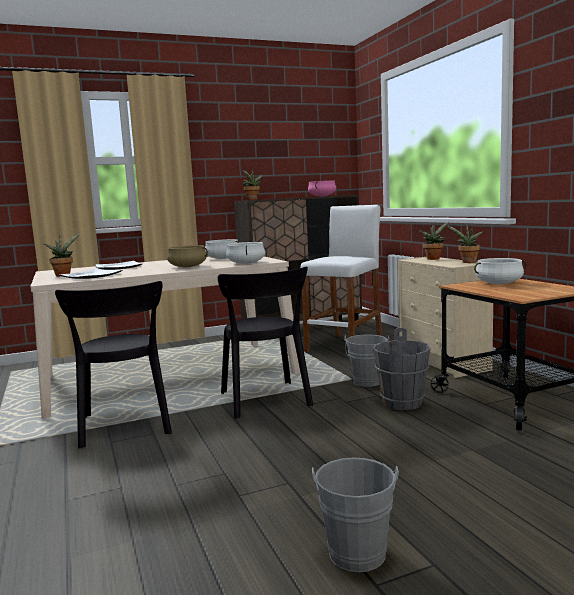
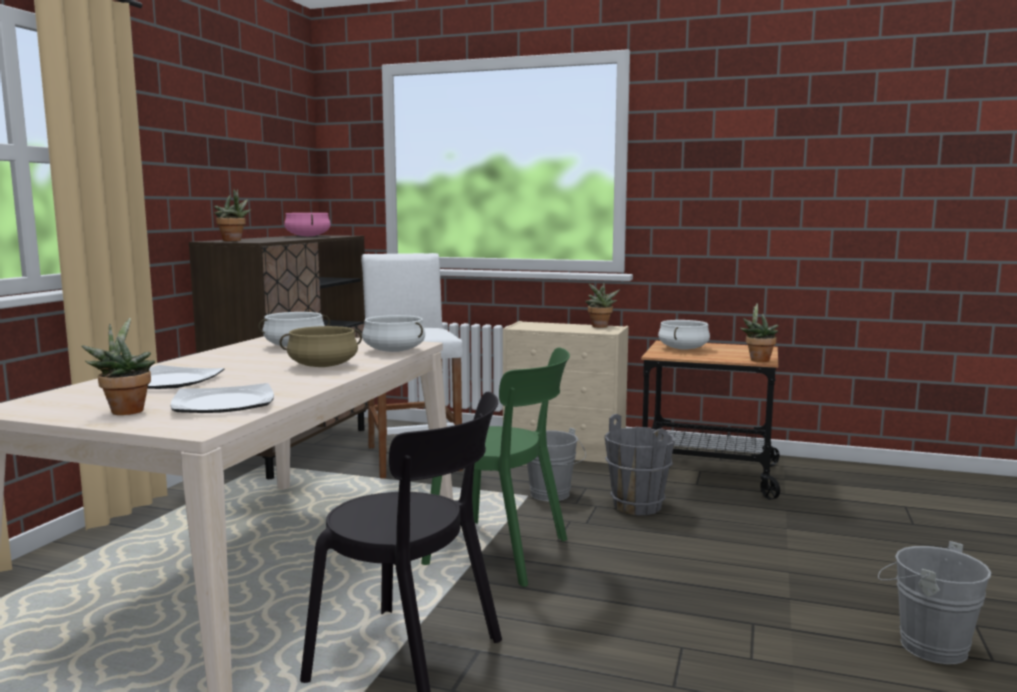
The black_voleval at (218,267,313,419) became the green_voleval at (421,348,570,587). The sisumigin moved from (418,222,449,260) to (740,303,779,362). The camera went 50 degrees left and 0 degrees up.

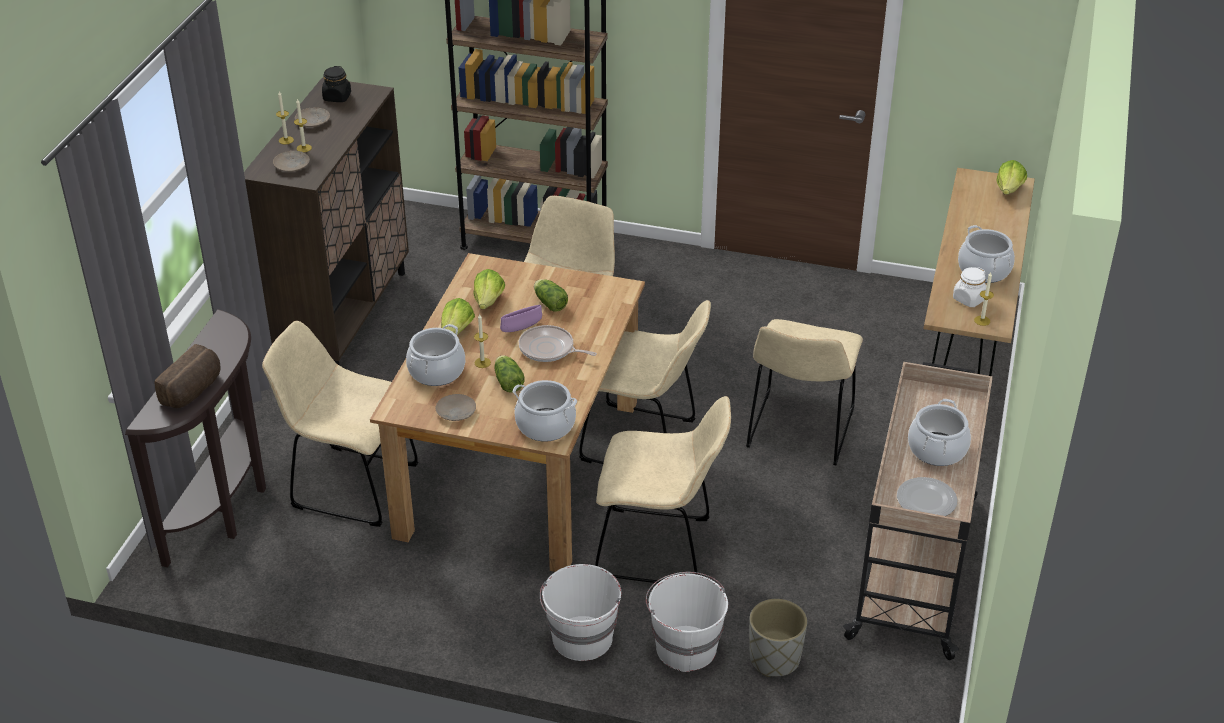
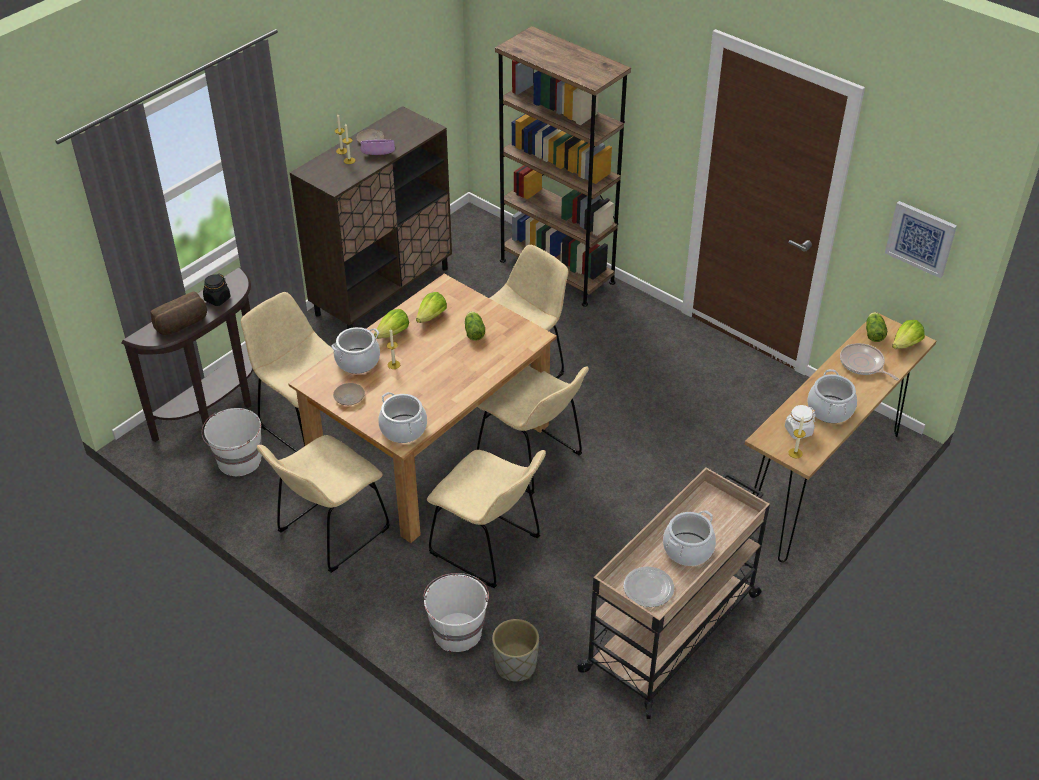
The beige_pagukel at (273,151,310,172) disappeared. The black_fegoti moved from (322,66,351,102) to (203,274,230,306). The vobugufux moved from (494,355,525,392) to (866,312,887,342). The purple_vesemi moved from (500,305,542,332) to (361,140,395,155). The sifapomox moved from (519,325,597,362) to (840,343,899,381). The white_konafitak moved from (540,564,621,661) to (201,408,262,476). The beige_voleval moved from (746,319,863,465) to (257,435,390,573). The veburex at (885,201,957,278) appeared. The camera went 25 degrees right and 5 degrees up.

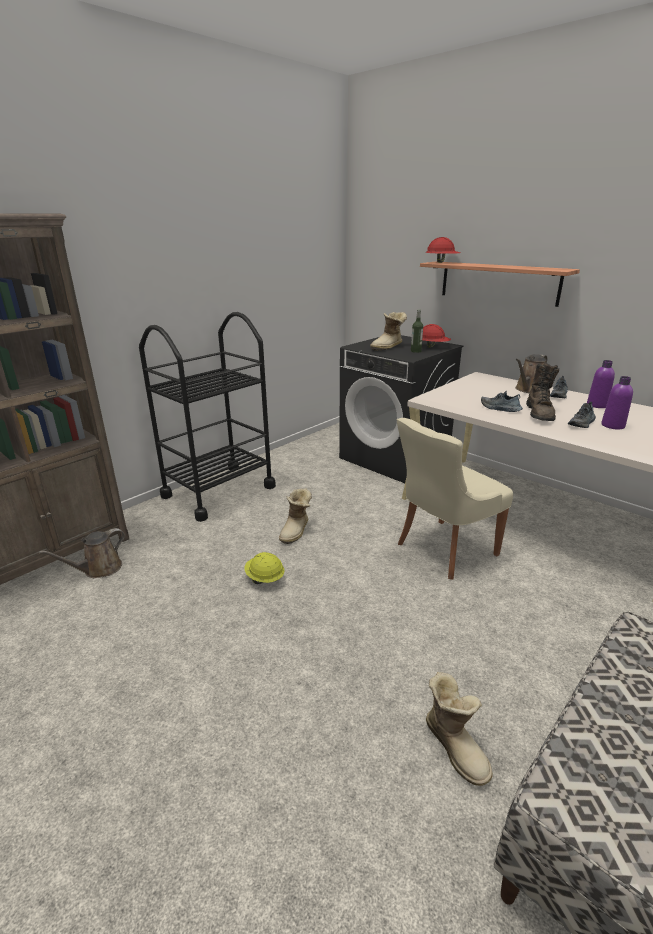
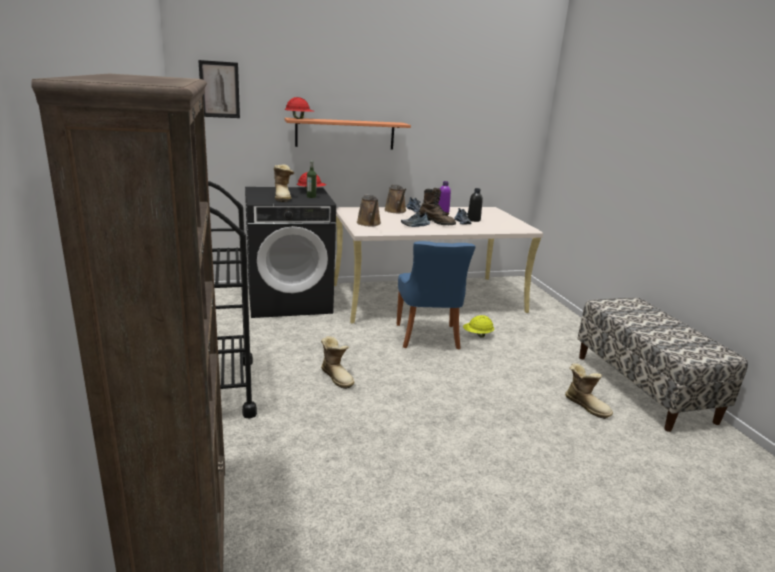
The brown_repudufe moved from (39,528,125,578) to (357,194,381,226). The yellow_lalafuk moved from (244,552,285,584) to (463,315,494,338). The beige_voleval at (397,418,513,580) became the blue_voleval at (397,241,476,349). The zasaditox at (426,672,493,786) turned 45 degrees clockwise. The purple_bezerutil at (601,376,633,429) became the black_bezerutil at (467,188,483,222). The veburex at (198,60,240,118) appeared. The camera went 60 degrees left and 5 degrees down.

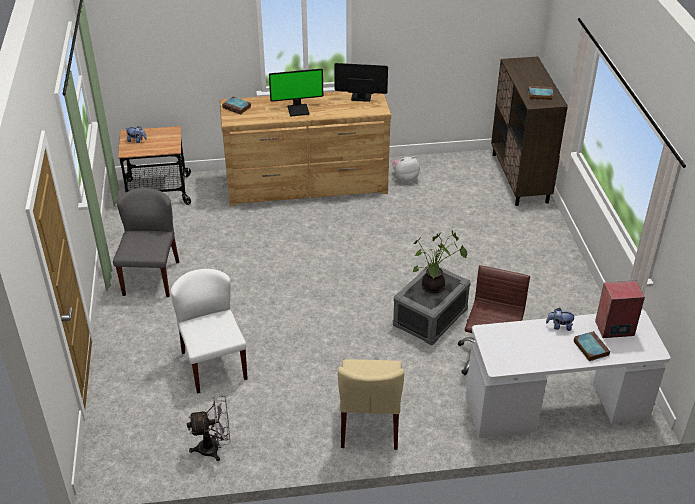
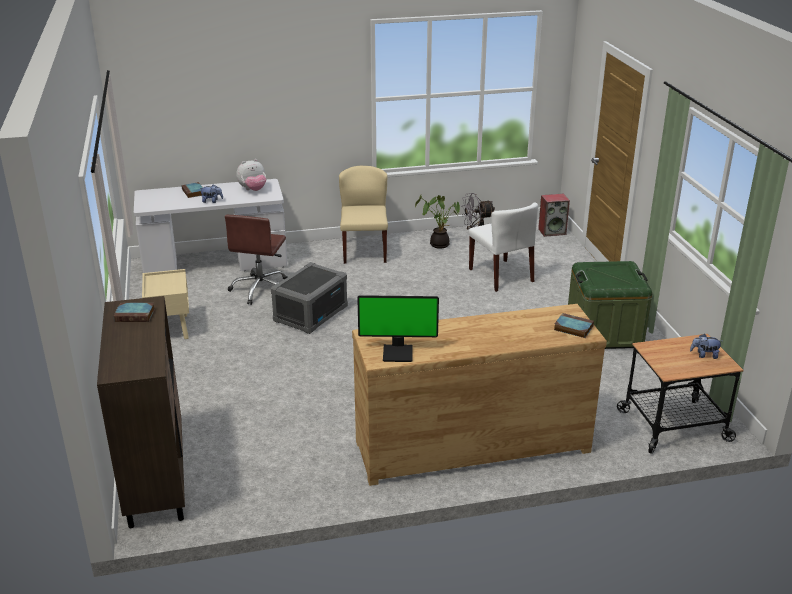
The grey_voleval at (113,188,179,297) was replaced by the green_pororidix at (568,261,652,349). The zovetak at (269,69,323,117) disappeared. The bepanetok moved from (392,156,420,183) to (236,159,266,191). The sisumigin moved from (412,231,467,293) to (415,194,460,249). The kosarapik moved from (595,280,645,338) to (538,193,570,237). The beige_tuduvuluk at (142,269,189,339) appeared. The camera went 175 degrees right and 10 degrees down.

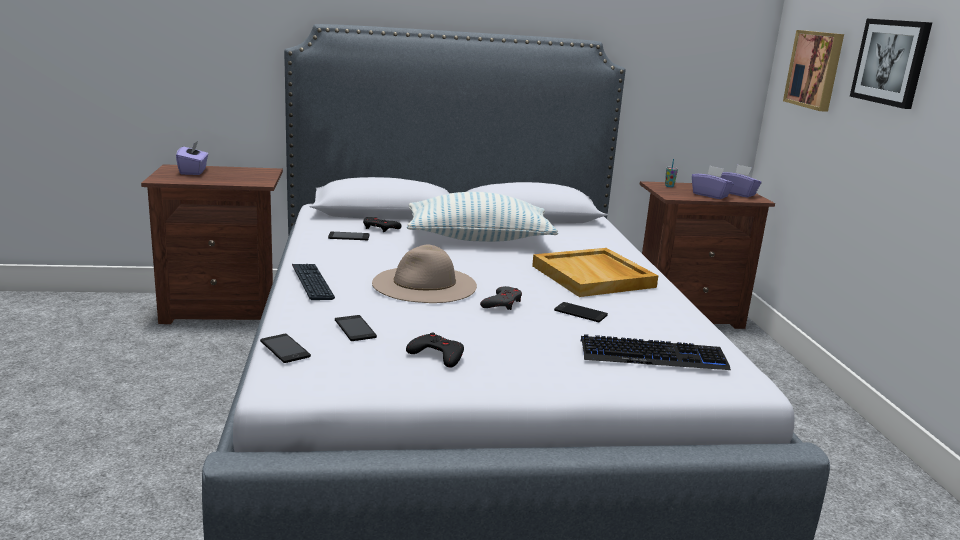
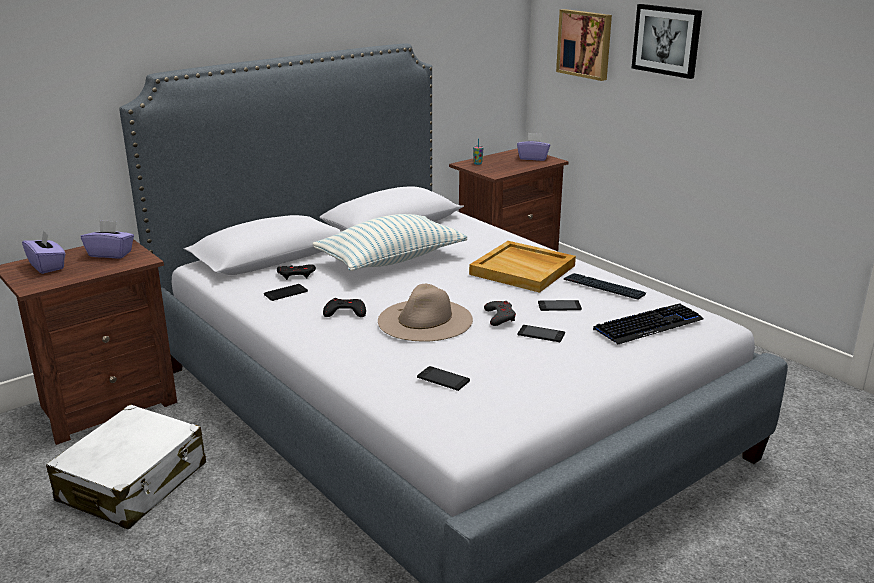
The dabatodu moved from (260,334,311,363) to (518,325,565,342). The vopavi moved from (292,264,335,300) to (564,273,646,300). The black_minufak moved from (406,332,464,368) to (323,298,366,317). The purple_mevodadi moved from (692,166,734,199) to (81,220,134,258). The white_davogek at (46,405,206,529) appeared. The camera went 30 degrees left and 5 degrees up.

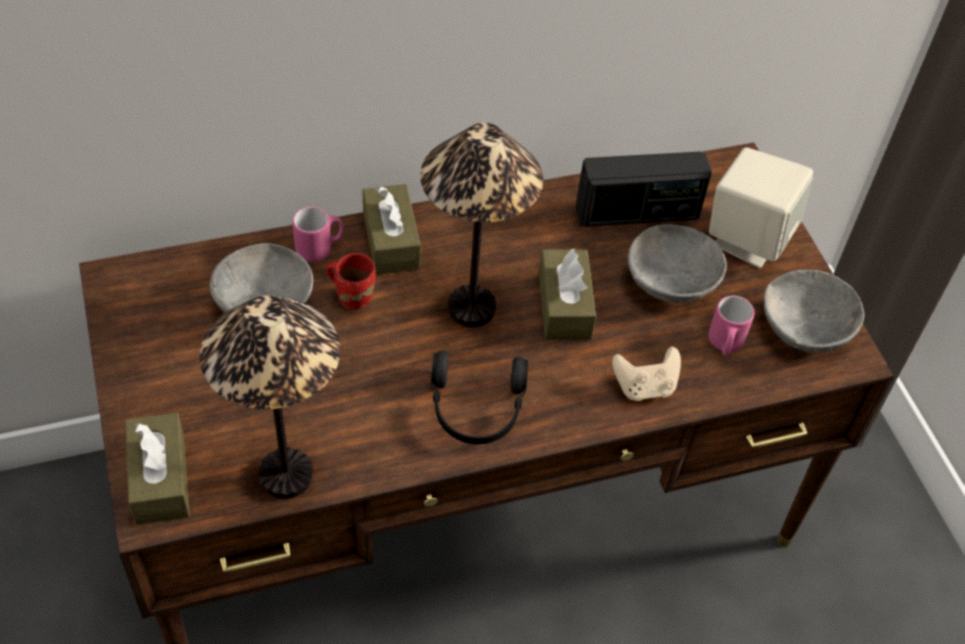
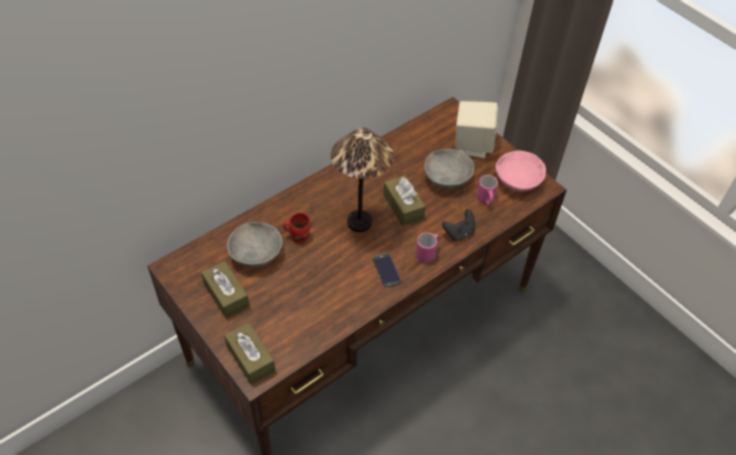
The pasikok at (200,296,340,499) disappeared. The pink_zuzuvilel moved from (292,207,344,262) to (415,233,440,263). The brown_mevodadi moved from (362,184,421,275) to (201,261,250,319). The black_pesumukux at (431,351,528,444) was replaced by the dabatodu at (373,253,401,288). The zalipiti at (576,152,712,227) disappeared. The beige_minufak at (612,346,681,401) became the black_minufak at (442,209,475,241). The grey_vesemi at (764,270,865,352) became the pink_vesemi at (496,151,546,191). The camera went 20 degrees left and 0 degrees up.

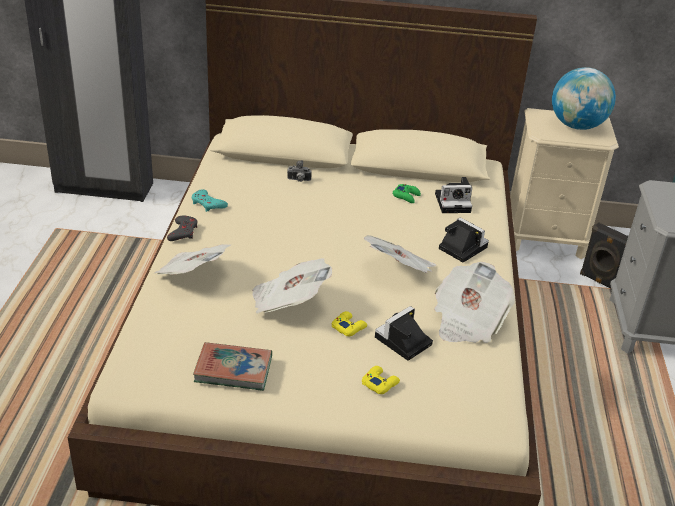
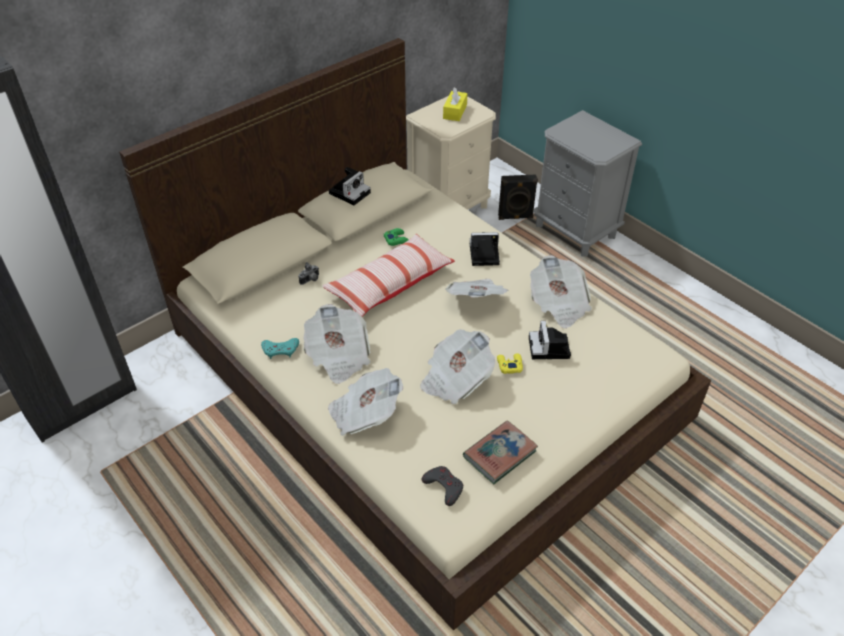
The grey_minufak moved from (167,215,198,241) to (421,466,463,506). The yellow_minufak at (362,366,400,394) disappeared. The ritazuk moved from (435,177,472,213) to (329,167,371,206). The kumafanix at (552,67,616,130) was replaced by the yellow_mevodadi at (443,87,467,121). The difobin at (303,304,371,384) appeared. The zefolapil at (322,234,455,317) appeared. The camera went 45 degrees left and 10 degrees up.

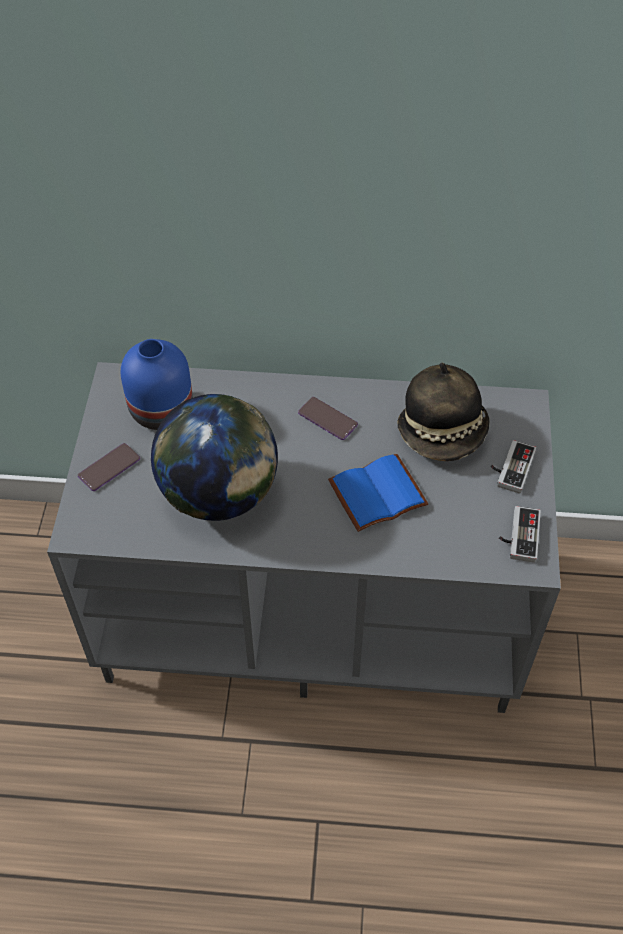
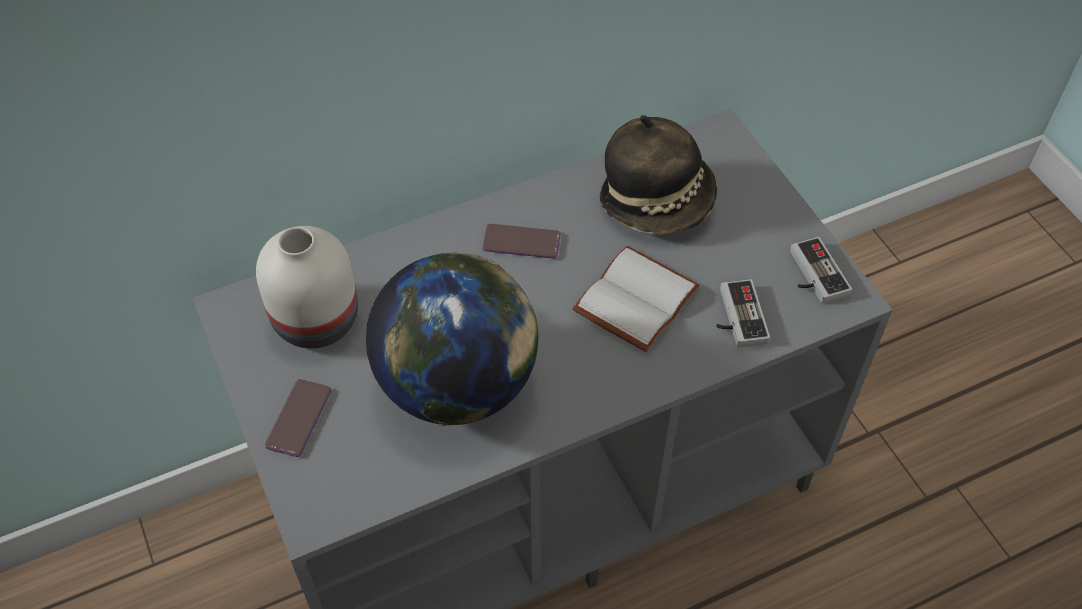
The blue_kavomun at (121,339,193,430) became the white_kavomun at (256,226,358,349). The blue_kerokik at (328,454,428,532) became the white_kerokik at (572,246,700,352). The minufak moved from (491,440,536,494) to (716,279,770,347). The camera went 30 degrees left and 0 degrees up.

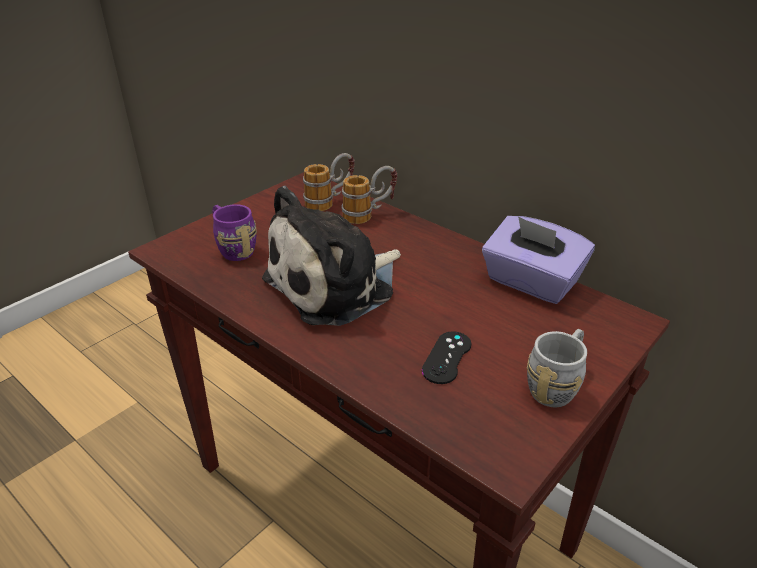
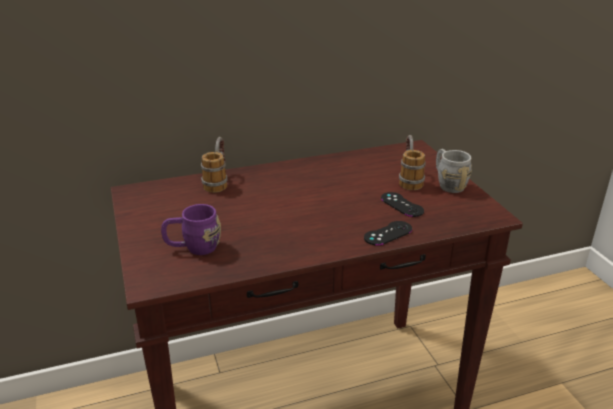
The bepanetok at (262,186,401,326) disappeared. The zuzuvilel moved from (303,153,355,211) to (399,135,426,190). The purple_mevodadi at (482,216,595,304) disappeared. The black_minufak at (364,221,412,246) appeared. The camera went 60 degrees left and 5 degrees down.

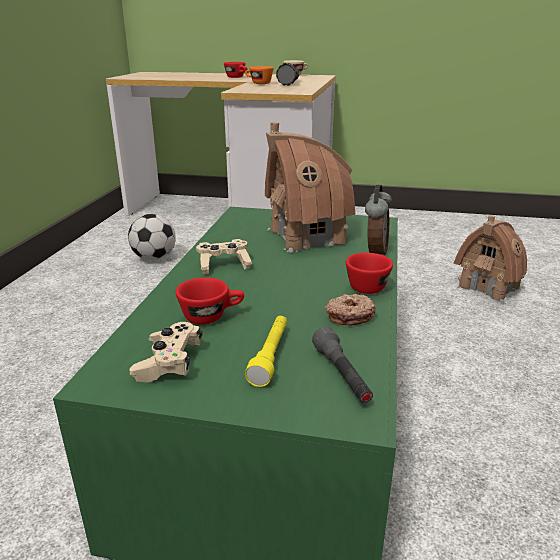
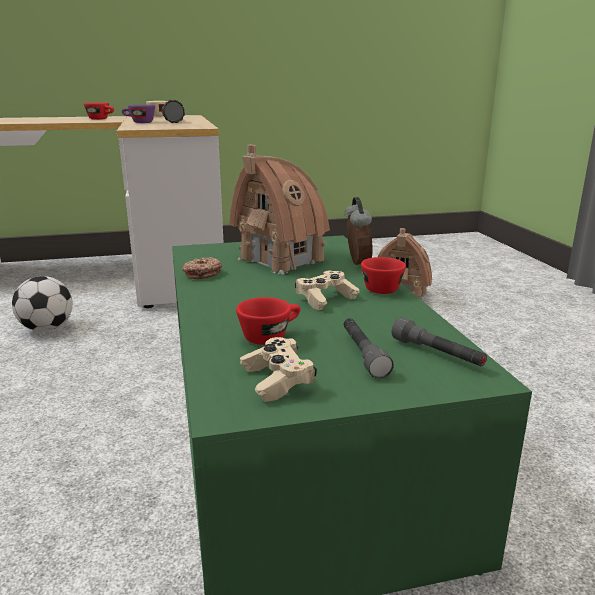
The beige_minufak moved from (196,239,252,274) to (295,270,360,310). The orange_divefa at (245,66,274,84) became the purple_divefa at (122,105,155,123). The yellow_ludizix at (245,316,287,387) became the grey_ludizix at (343,318,394,378). The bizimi moved from (325,294,376,326) to (182,257,222,279). The camera went 25 degrees left and 5 degrees down.

